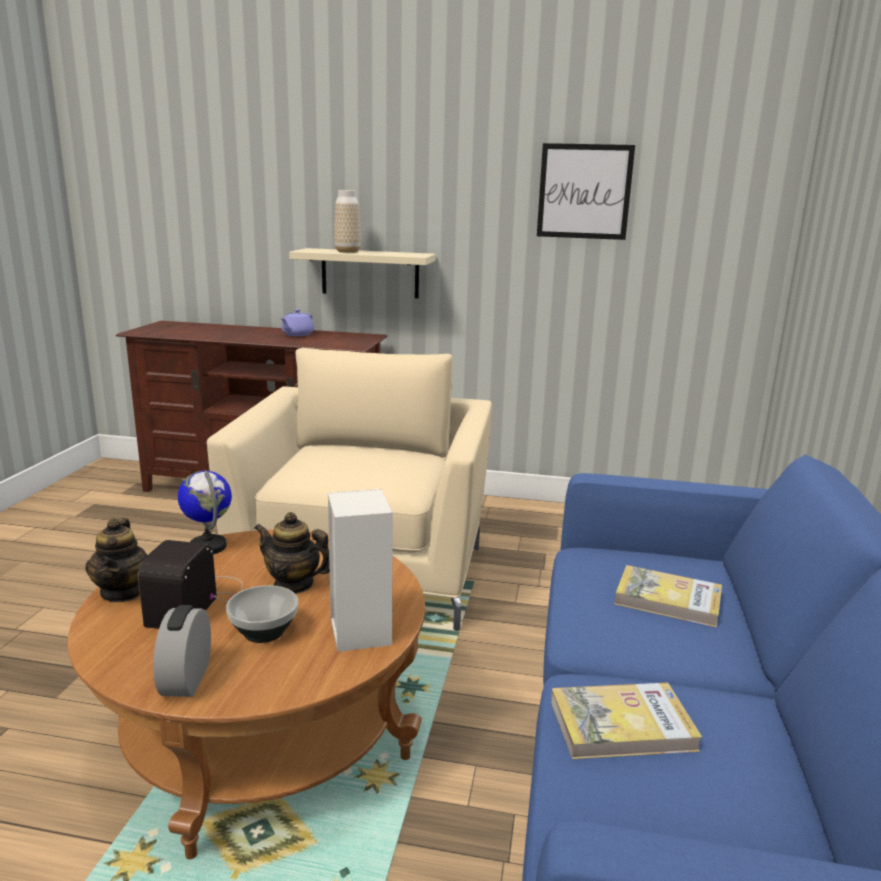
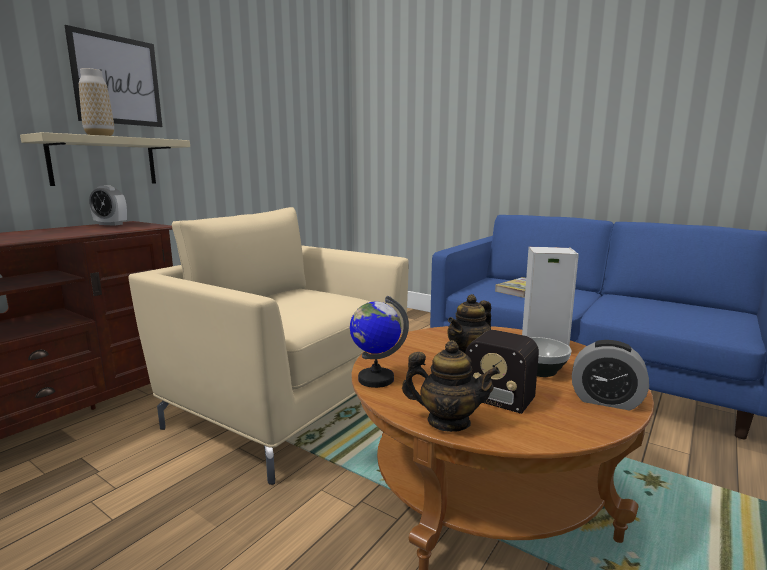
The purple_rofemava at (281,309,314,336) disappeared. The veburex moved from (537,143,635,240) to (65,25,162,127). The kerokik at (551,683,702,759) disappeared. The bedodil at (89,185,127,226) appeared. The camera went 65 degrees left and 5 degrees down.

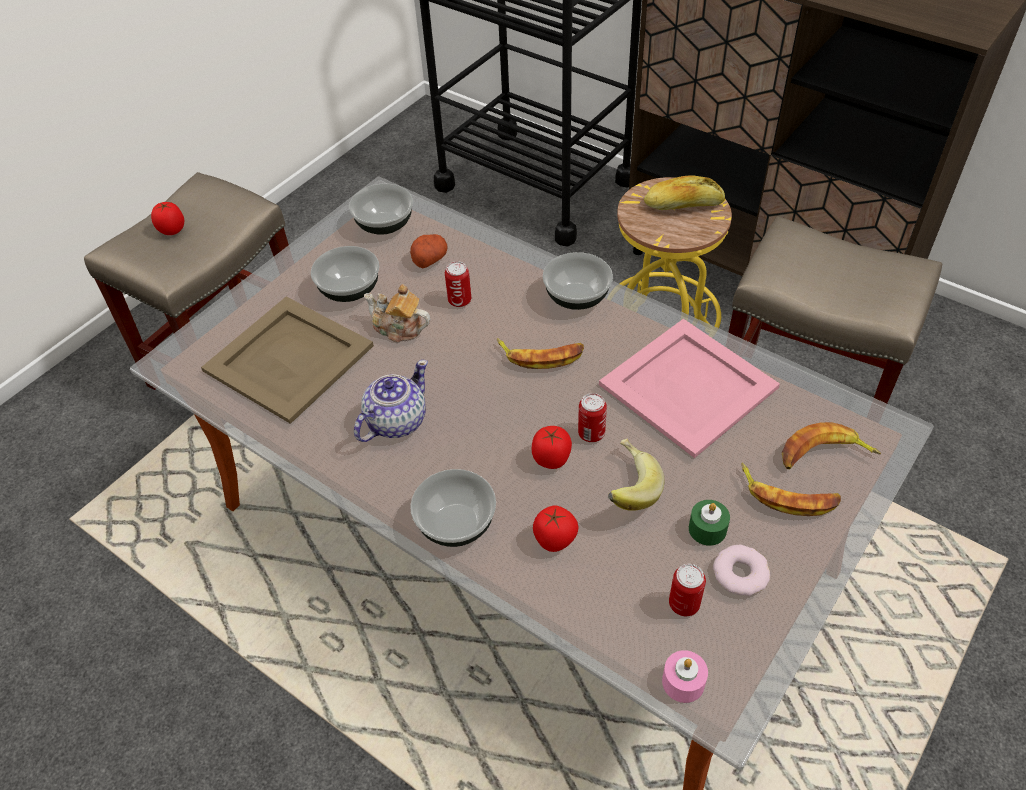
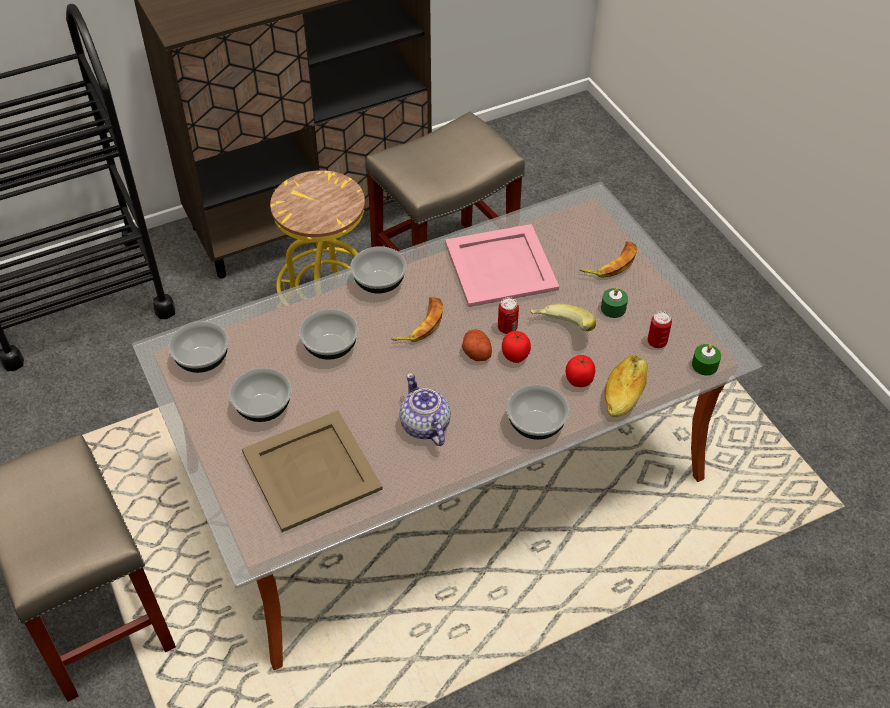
The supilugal at (151,202,184,235) disappeared. The rofemava at (364,284,430,343) disappeared. The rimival moved from (410,234,448,268) to (462,329,492,361). The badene at (445,261,471,307) was replaced by the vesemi at (299,309,358,360). The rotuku moved from (644,175,725,210) to (604,356,648,417). The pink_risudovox at (662,650,708,703) became the green_risudovox at (692,344,721,375). The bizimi at (713,545,770,596) disappeared. The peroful at (782,422,881,469) disappeared. The camera went 65 degrees left and 0 degrees up.

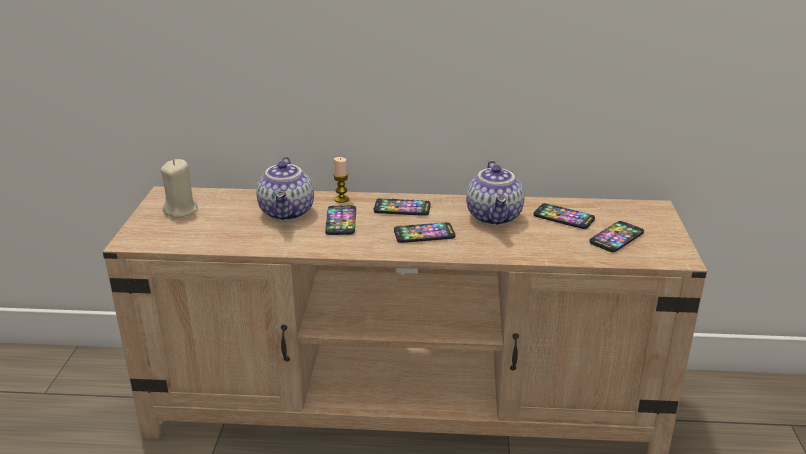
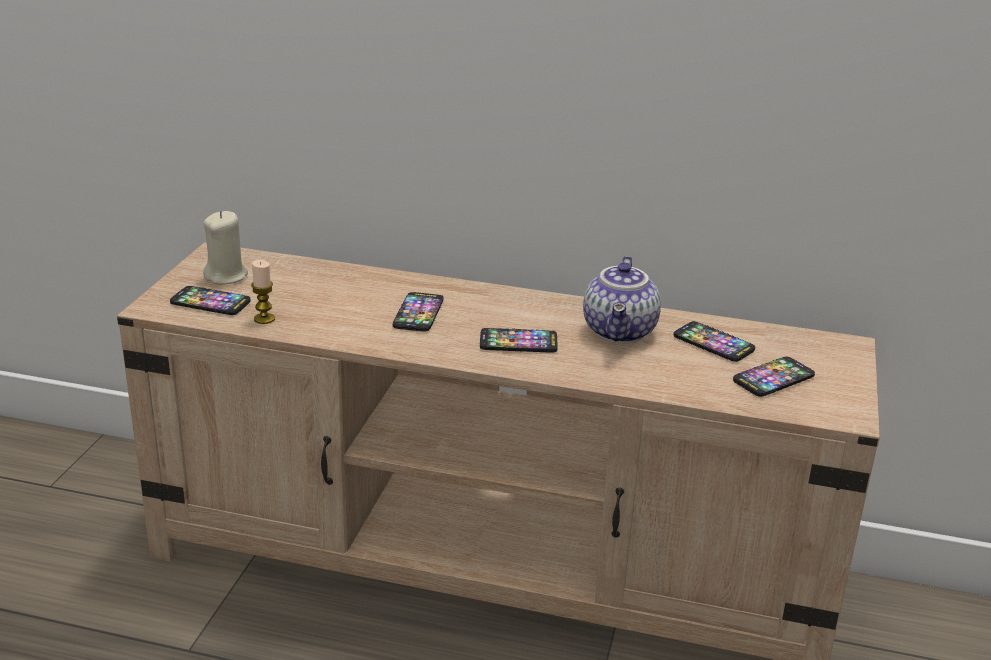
The rofemava at (256,157,314,221) disappeared. The risudovox moved from (333,157,349,203) to (251,260,275,324). The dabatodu moved from (374,198,431,216) to (170,286,251,315). The camera went 10 degrees right and 0 degrees up.

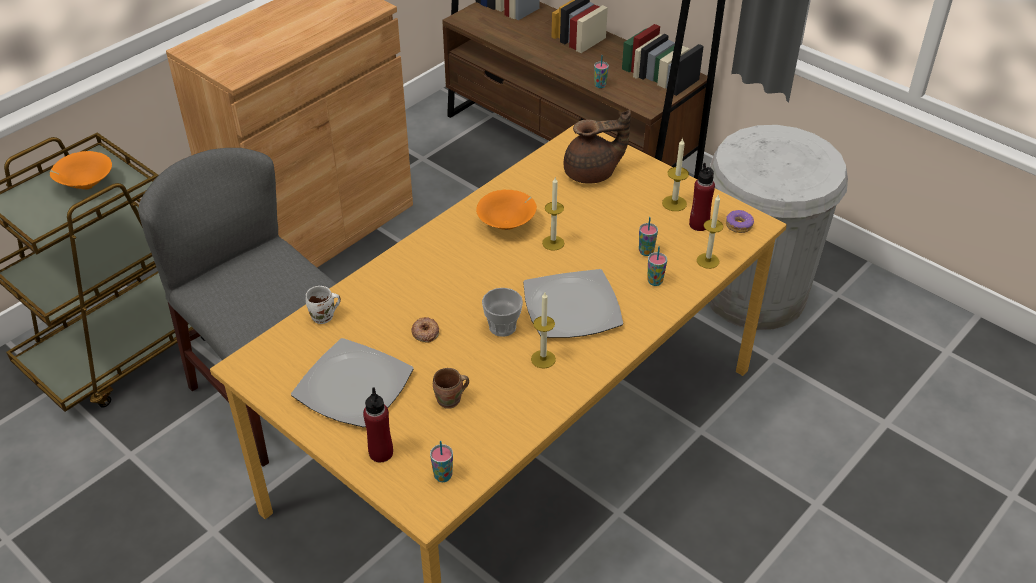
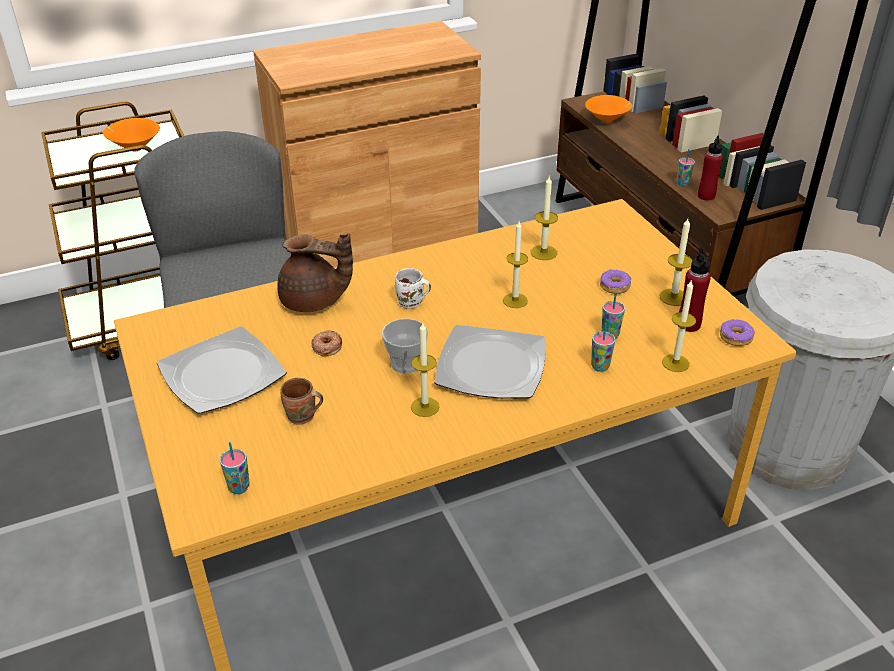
The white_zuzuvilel moved from (305,286,341,324) to (395,268,431,309). The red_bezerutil moved from (363,388,393,462) to (698,135,723,201). The orange_vesemi moved from (476,190,537,230) to (585,95,632,123). The brown_rofemava moved from (563,110,631,184) to (277,234,353,312). The risudovox at (531,176,558,260) appeared. The bizimi at (600,269,631,294) appeared. The camera went 25 degrees right and 5 degrees down.

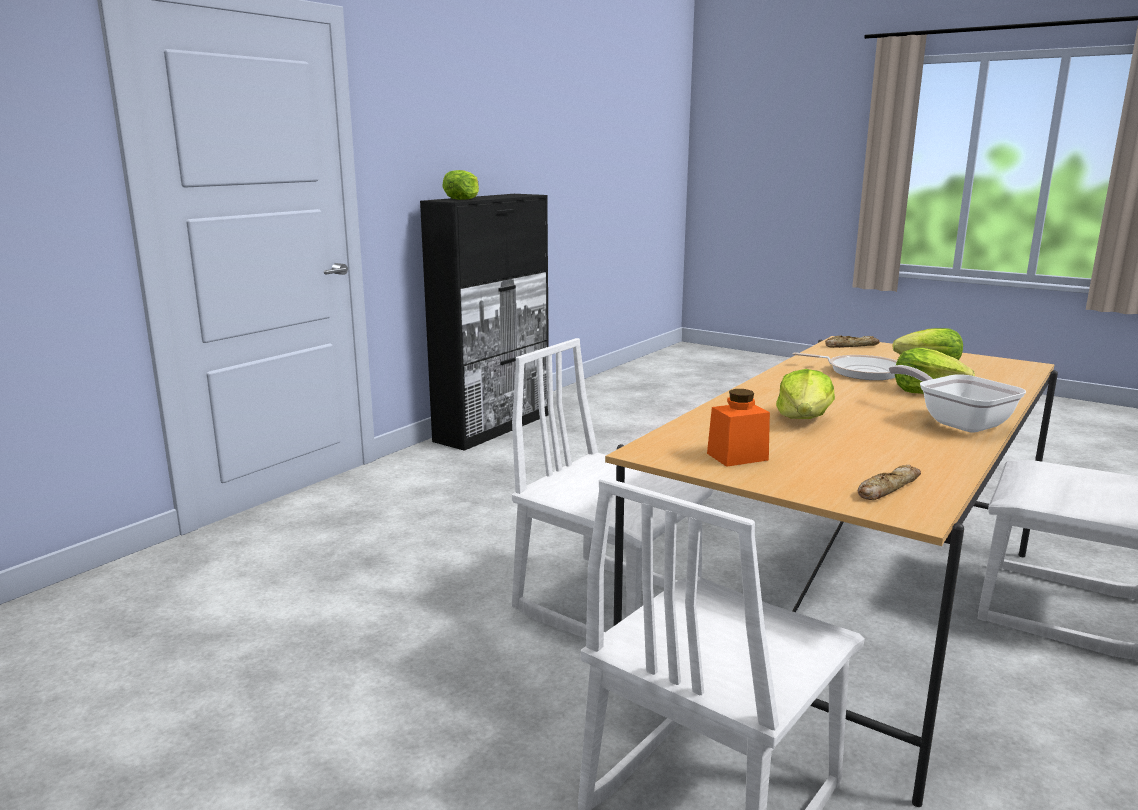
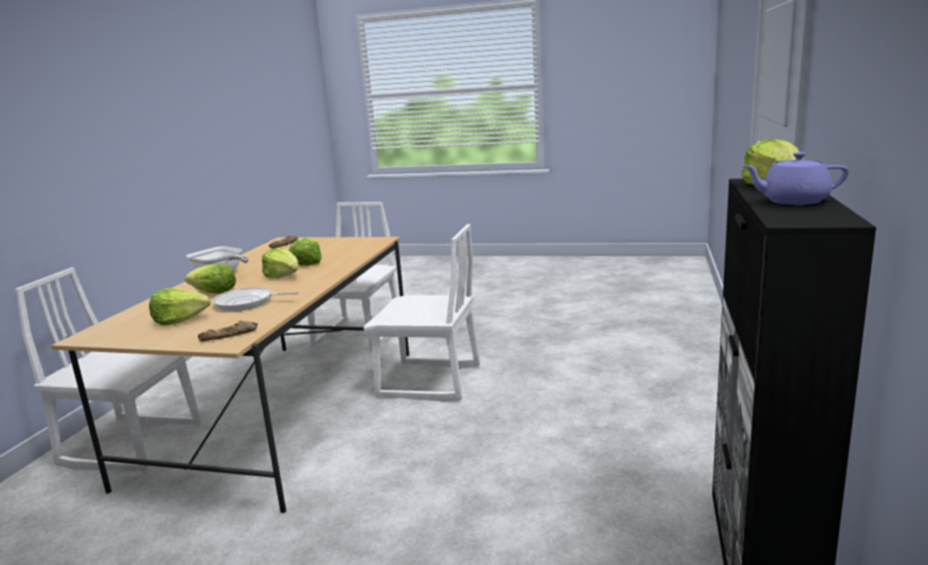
The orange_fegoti at (707,389,770,467) disappeared. The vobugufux at (262,248,299,278) appeared. The purple_rofemava at (742,152,849,205) appeared. The camera went 160 degrees right and 0 degrees up.

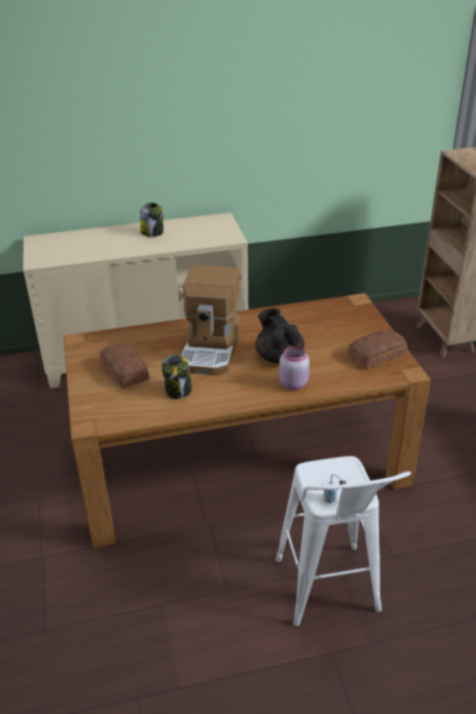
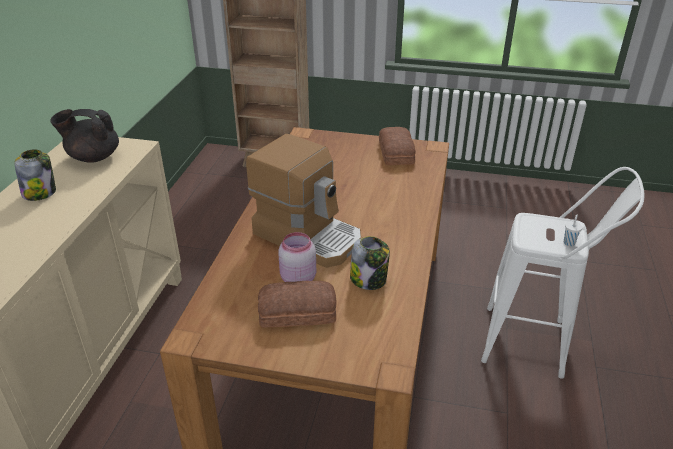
The black_rofemava moved from (255,308,304,364) to (51,109,119,163). The pink_fegoti moved from (279,346,310,390) to (278,232,316,282). The camera went 65 degrees left and 0 degrees up.

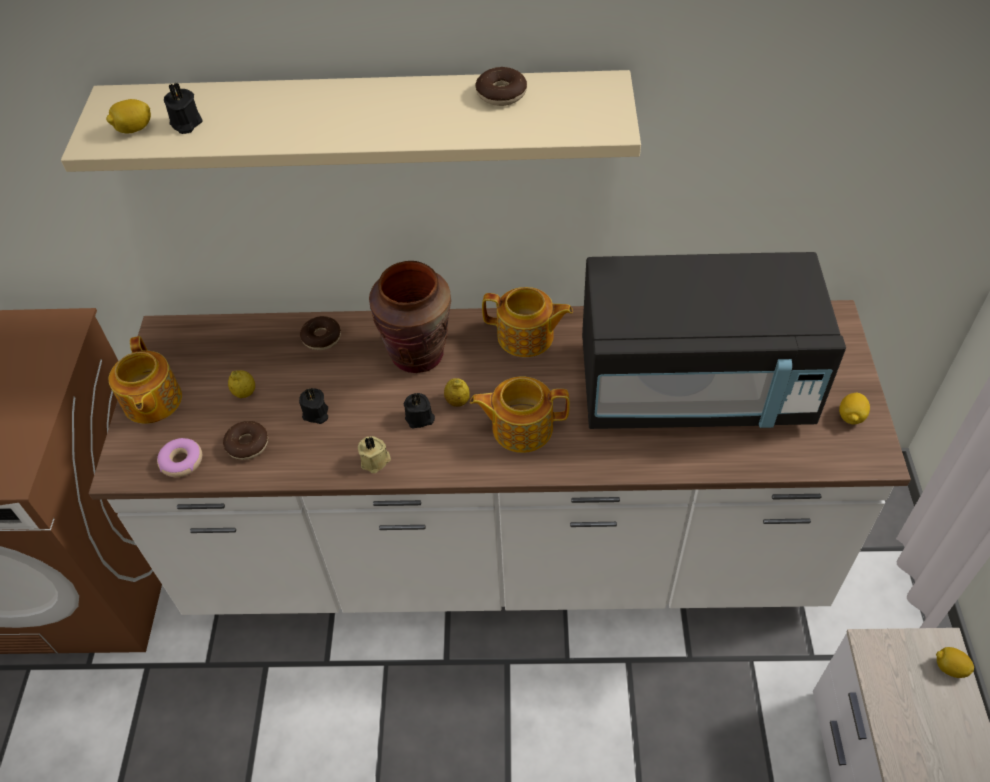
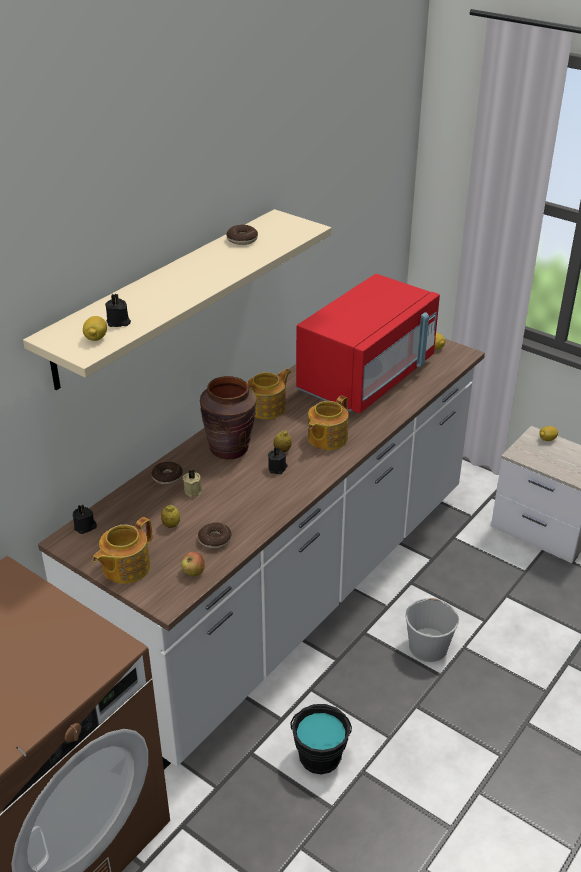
The rofemava at (109,336,182,424) turned 105 degrees clockwise. The bizimi at (157,438,202,477) was replaced by the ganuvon at (181,552,205,576). The black_risudovox moved from (299,388,328,424) to (73,505,97,534). The beige_risudovox moved from (358,436,391,473) to (183,469,202,497). The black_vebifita at (582,252,846,429) became the red_vebifita at (296,274,440,414). The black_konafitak at (291,704,352,774) appeared. The white_konafitak at (405,598,459,662) appeared. The camera went 55 degrees left and 15 degrees down.

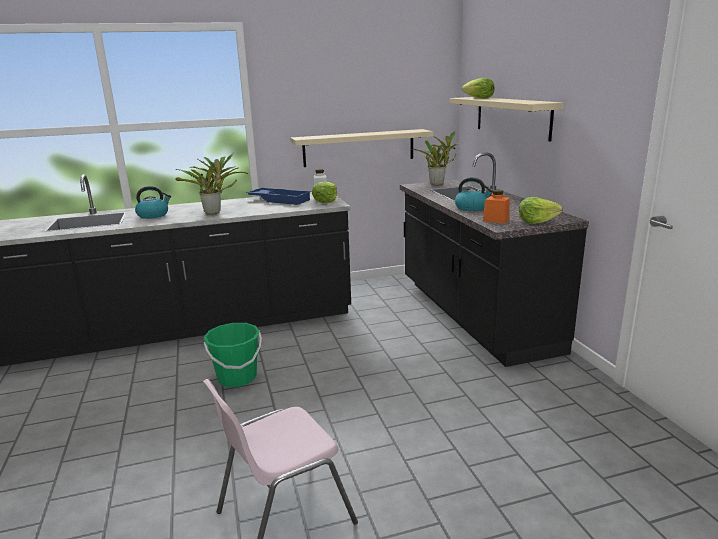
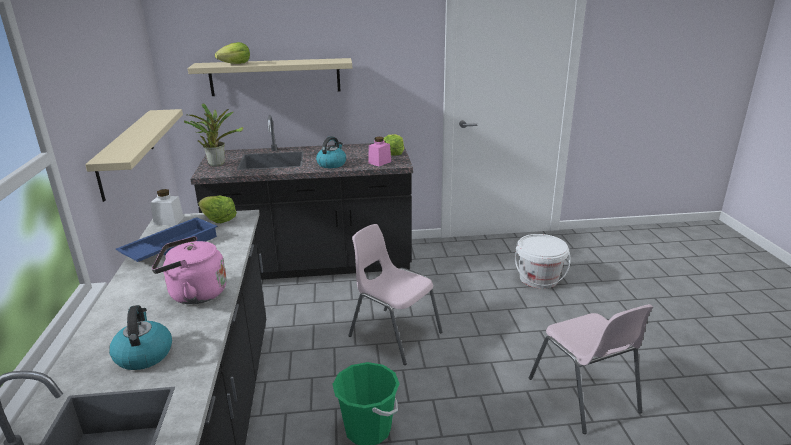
The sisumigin at (175,152,248,214) was replaced by the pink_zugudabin at (152,236,227,304). The orange_fegoti at (483,190,510,224) became the pink_fegoti at (368,137,391,166). The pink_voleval at (348,224,443,365) appeared. The white_konafitak at (515,234,571,289) appeared. The camera went 80 degrees left and 5 degrees up.

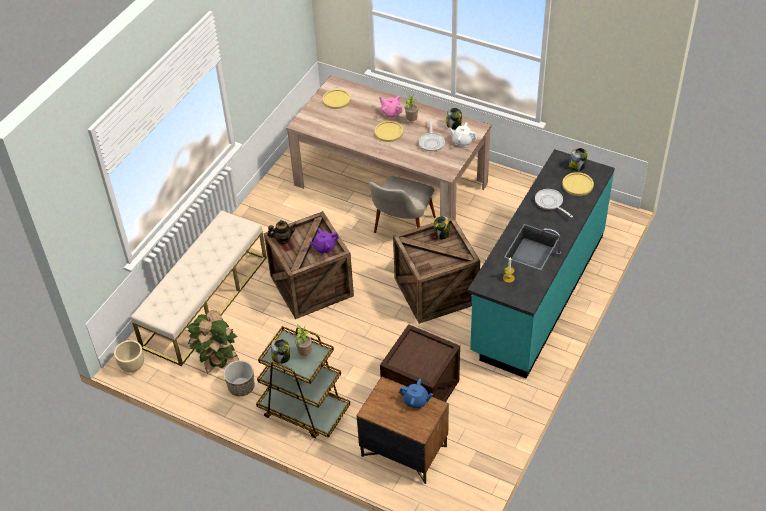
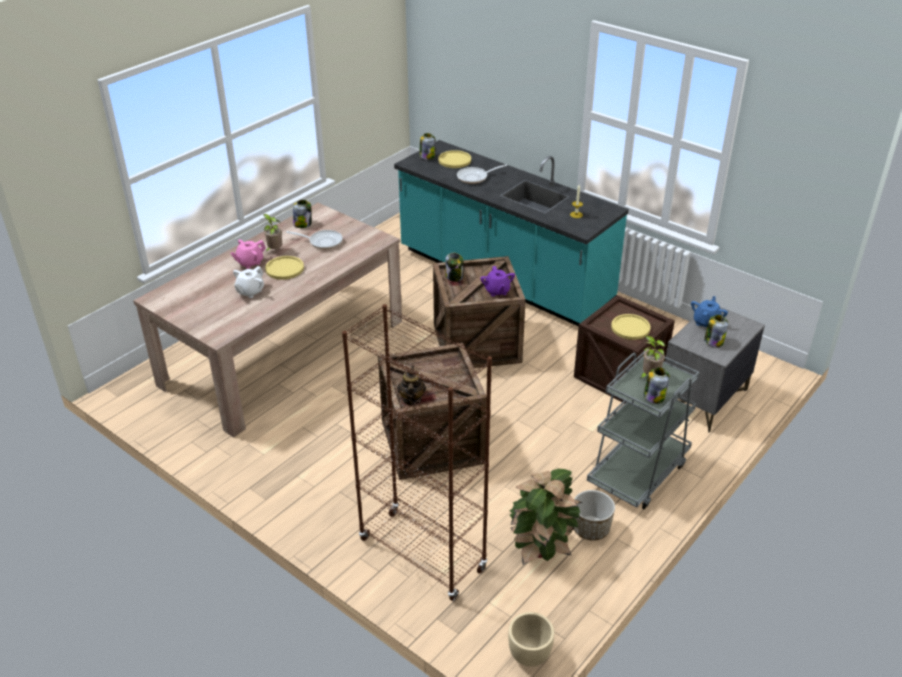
The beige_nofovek at (131,210,267,366) was replaced by the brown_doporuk at (342,304,492,601). The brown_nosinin at (256,326,350,438) became the grey_nosinin at (587,349,699,509). The purple_rofemava moved from (309,228,339,254) to (480,266,515,296). The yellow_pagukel moved from (323,89,351,109) to (611,314,650,340). The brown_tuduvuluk at (356,376,449,484) became the grey_tuduvuluk at (665,307,765,432). The beige_voleval at (369,176,436,233) disappeared. The white_rofemava moved from (448,122,477,147) to (233,266,264,298). The fegoti at (704,315,728,347) appeared. The camera went 80 degrees left and 10 degrees down.

